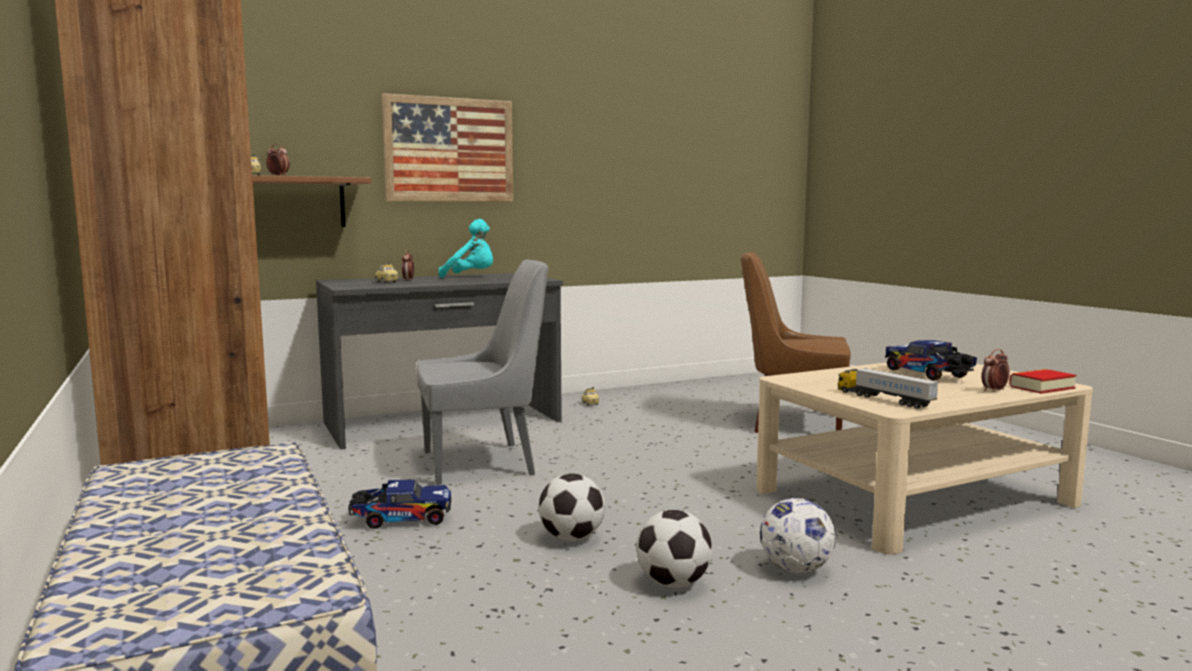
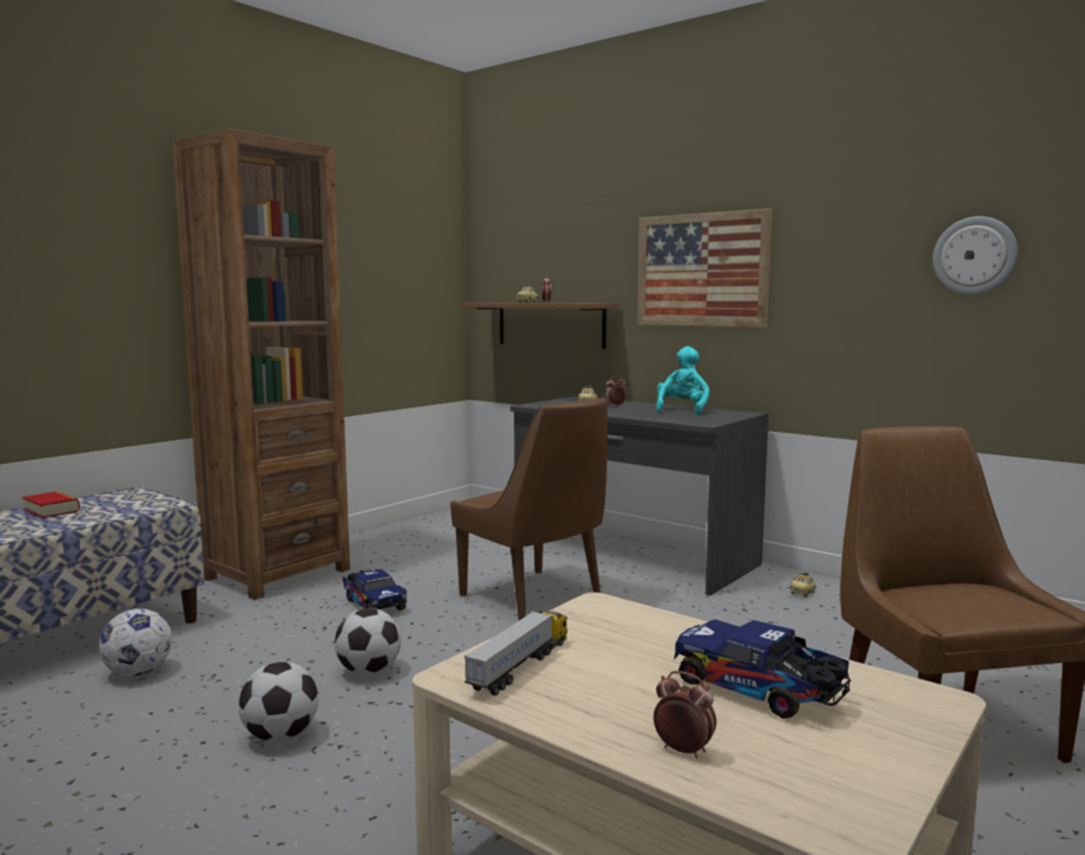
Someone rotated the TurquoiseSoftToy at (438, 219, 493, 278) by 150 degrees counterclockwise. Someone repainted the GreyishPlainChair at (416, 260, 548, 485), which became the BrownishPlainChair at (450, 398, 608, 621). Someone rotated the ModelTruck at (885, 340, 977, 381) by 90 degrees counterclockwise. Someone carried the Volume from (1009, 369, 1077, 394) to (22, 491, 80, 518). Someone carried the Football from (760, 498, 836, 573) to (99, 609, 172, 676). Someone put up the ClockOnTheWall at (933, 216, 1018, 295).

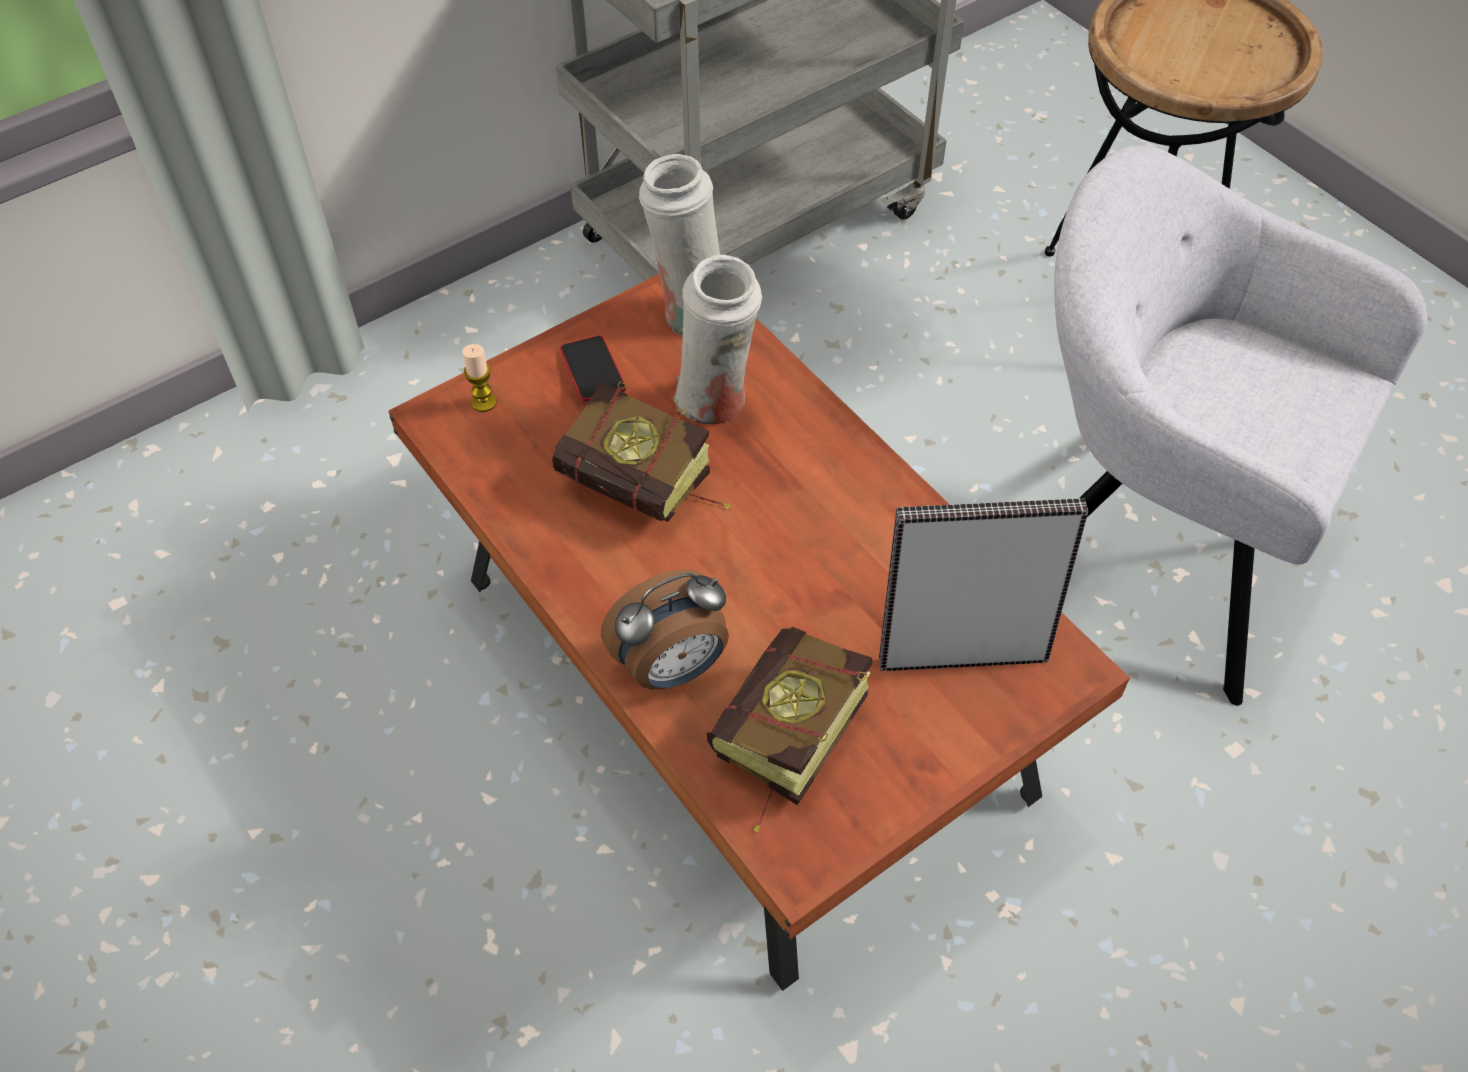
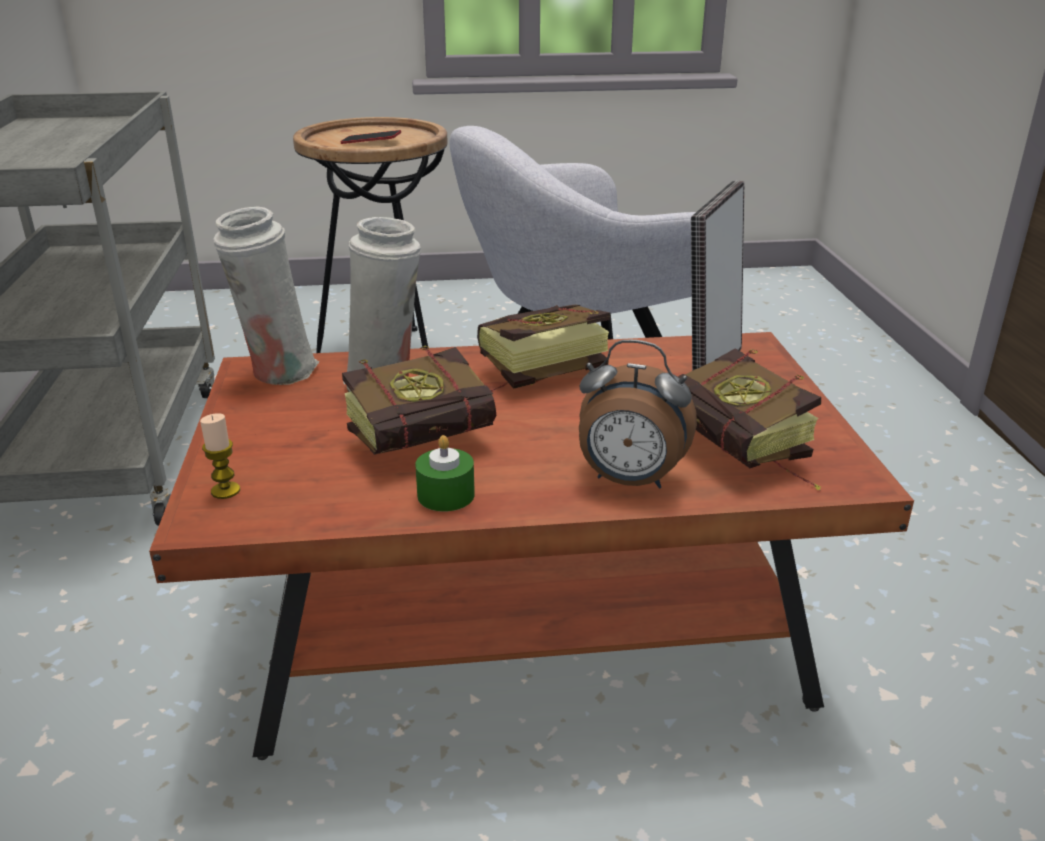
Someone carried the Phone from (560, 336, 626, 402) to (340, 130, 401, 144). Someone rotated the TableClock at (601, 569, 729, 689) by 105 degrees clockwise. Someone put down the Volume at (477, 305, 610, 391). Someone put down the GreenCandle at (415, 435, 475, 512).

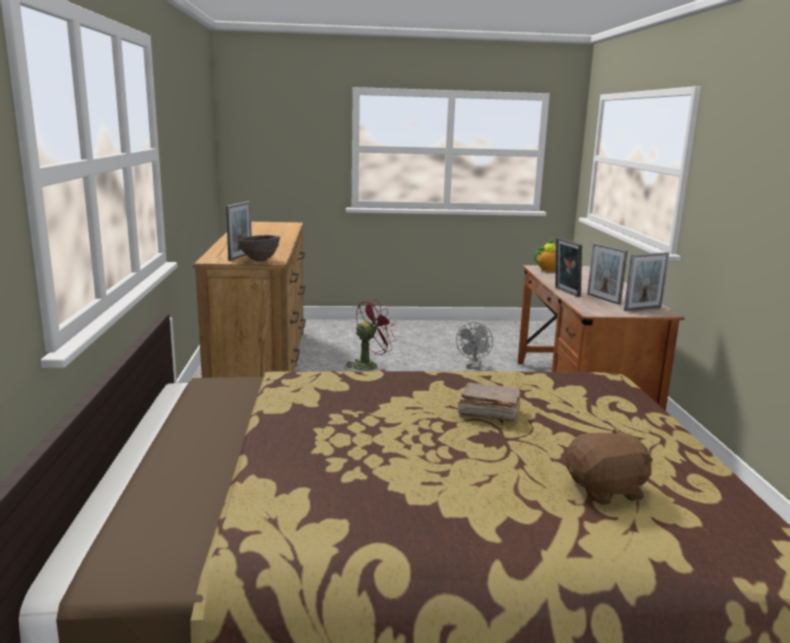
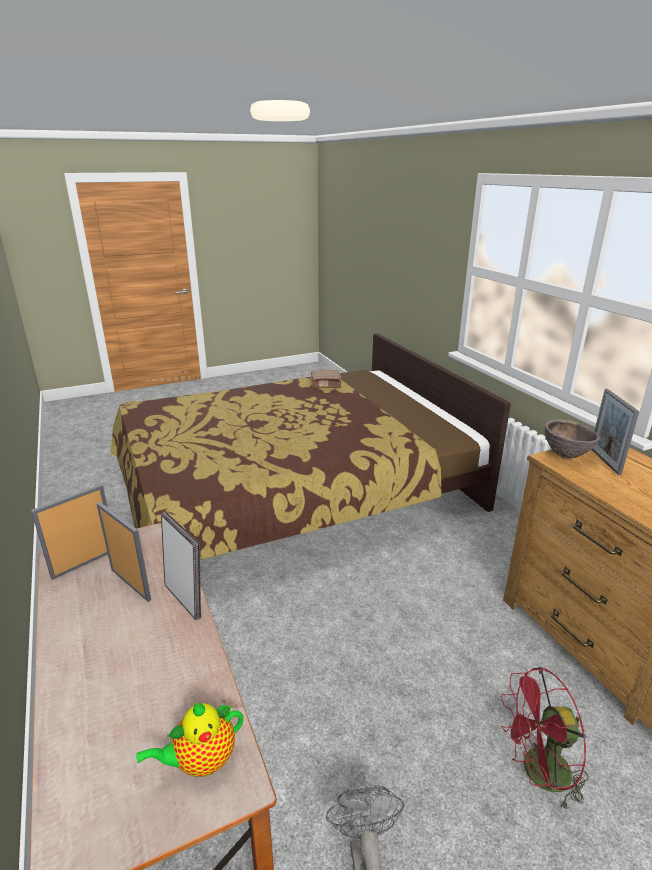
Someone rotated the ReddishCoolingFan at (344, 300, 397, 371) by 45 degrees clockwise. Someone carried the BrownishVolume from (458, 382, 521, 421) to (311, 370, 342, 388). Someone took away the BrownishSoftToy at (566, 428, 653, 505).

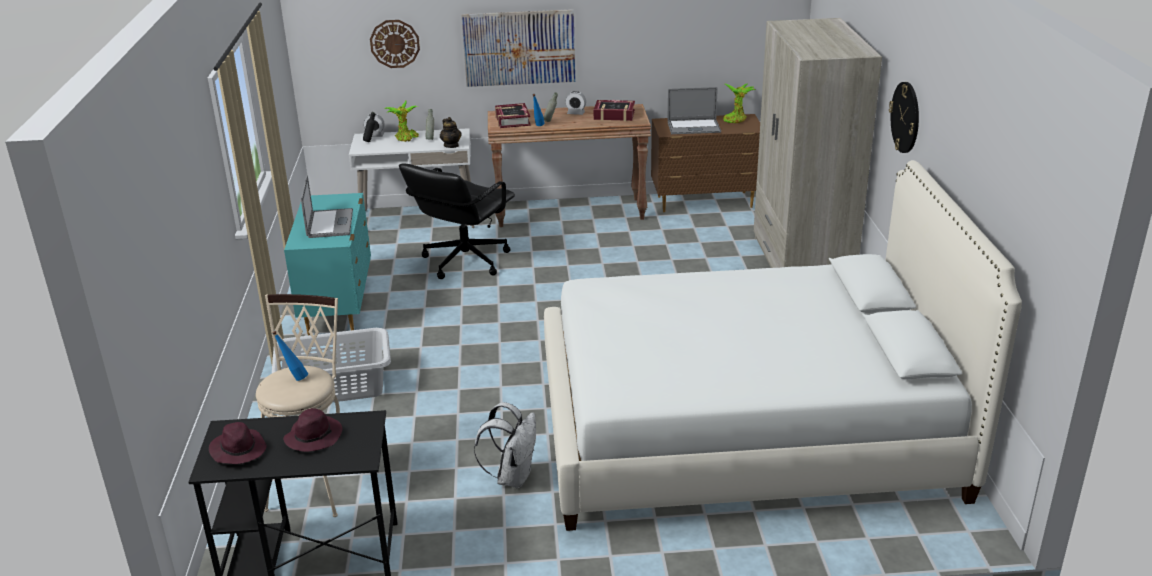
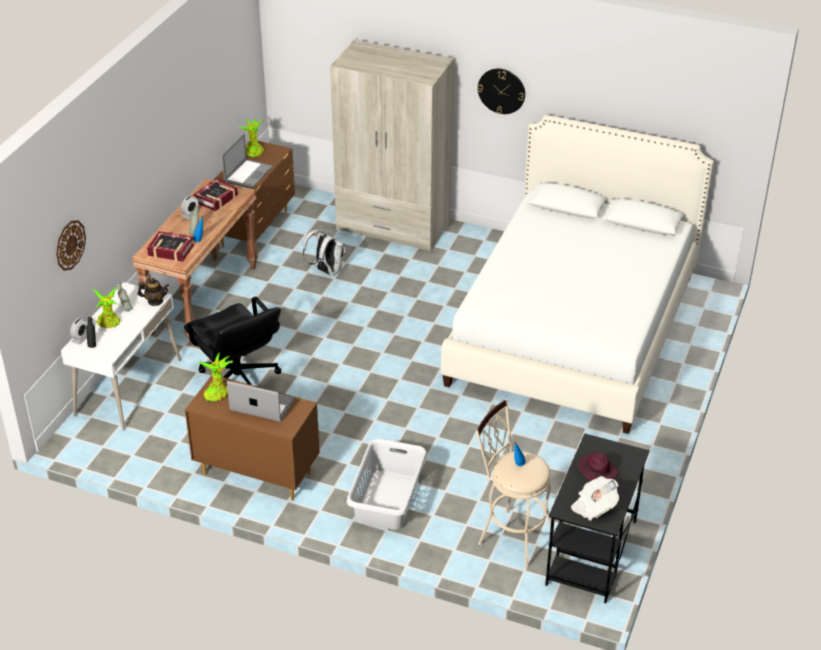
Someone took away the WallPicture at (461, 9, 575, 87). Someone repainted the TurquoiseDresser at (284, 193, 371, 336), which became the BrownishDresser at (185, 375, 320, 501). Someone carried the WhitishKnapsack from (474, 402, 536, 488) to (303, 229, 346, 276). Someone swapped the PurpleHat at (209, 422, 267, 464) for the Newspaper at (571, 476, 619, 521). Someone put down the Houseplant at (197, 352, 234, 401).

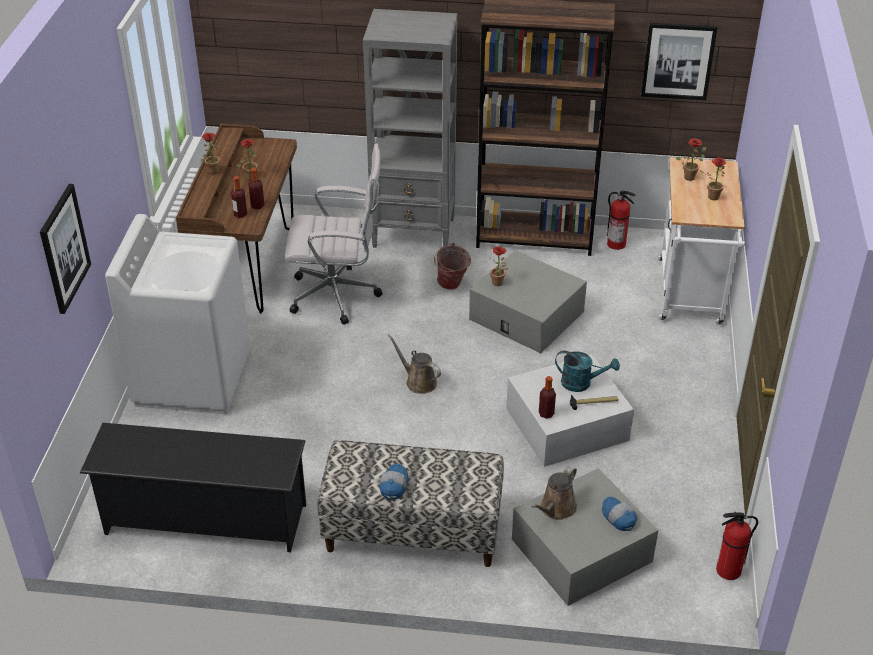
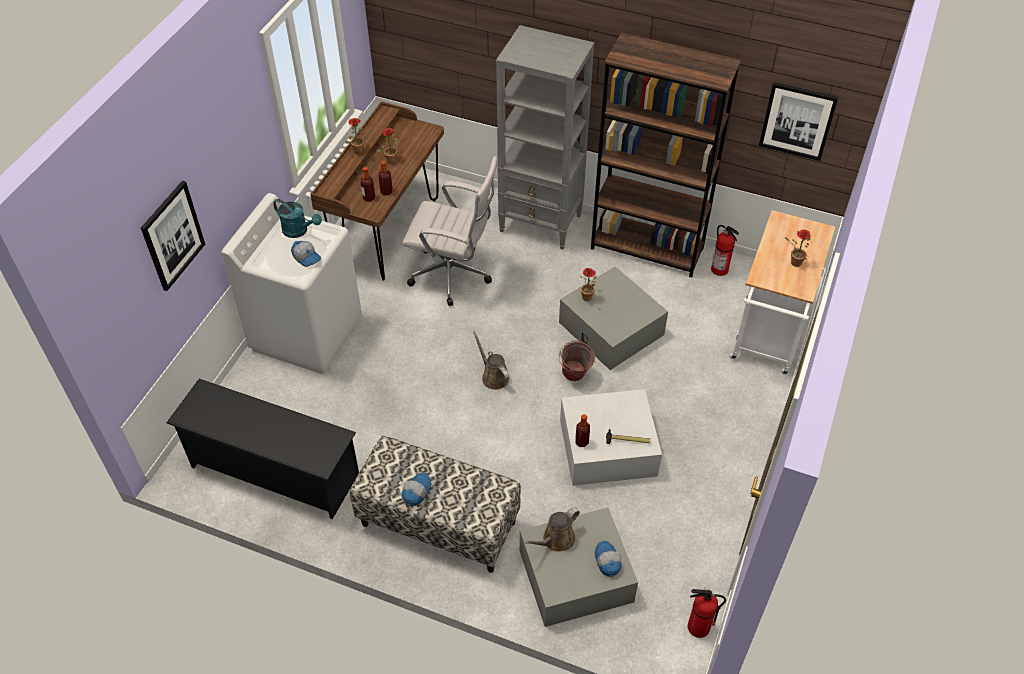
Someone took away the Houseplant at (676, 139, 706, 181). Someone carried the Pail from (434, 243, 471, 290) to (559, 340, 595, 381). Someone carried the TurquoiseWateringPot from (555, 351, 620, 392) to (273, 199, 322, 238). Someone put down the BaseballCap at (291, 241, 321, 267).

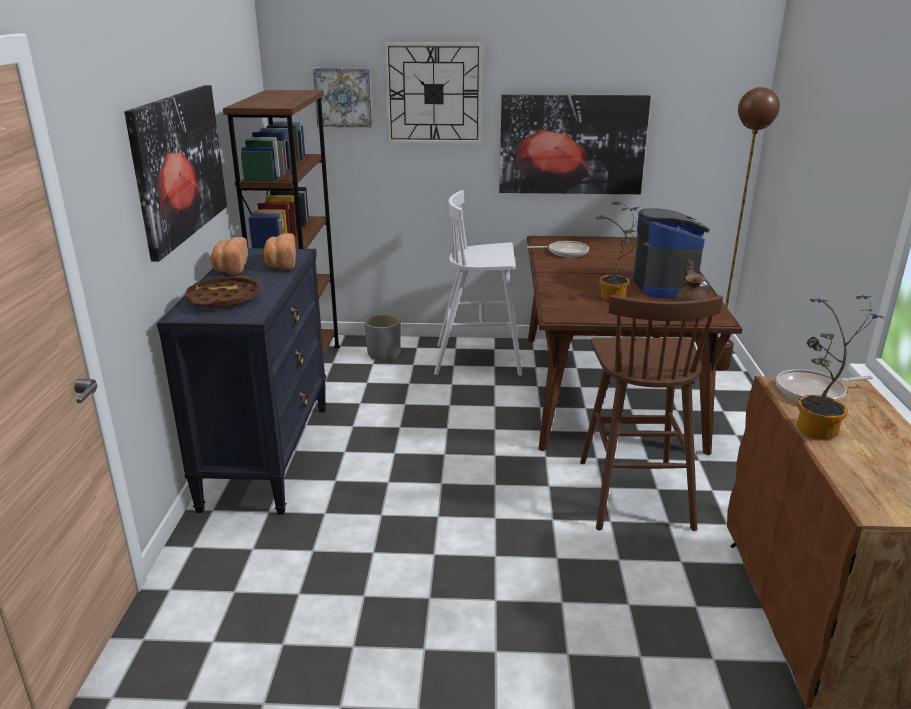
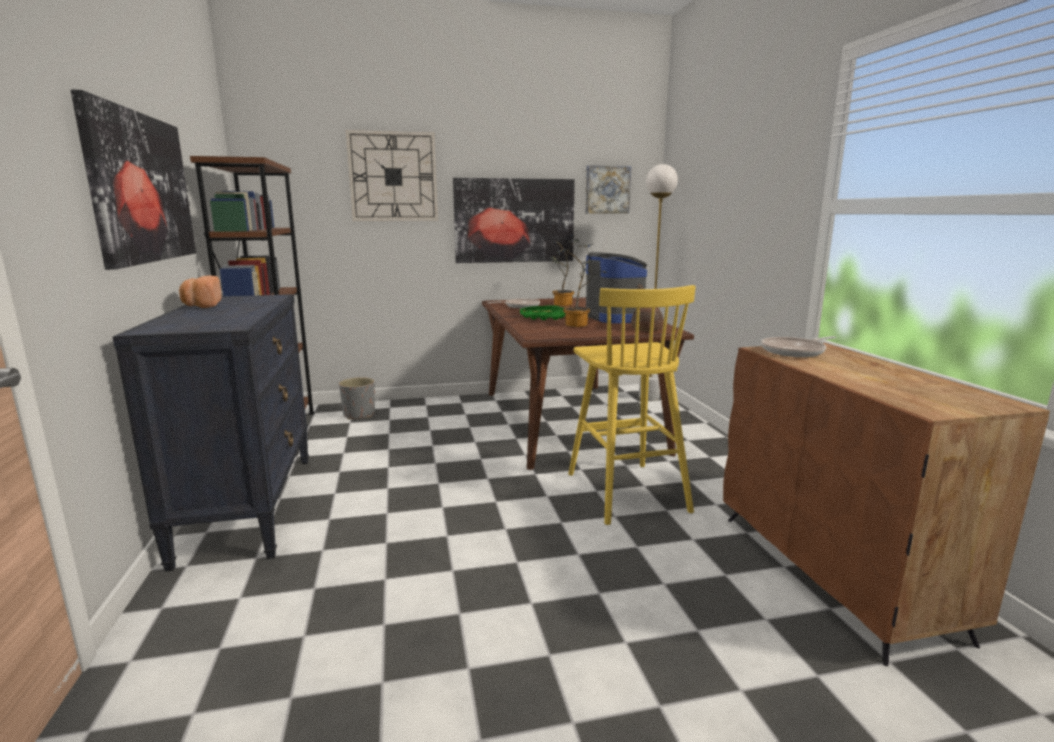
Someone carried the WallPicture from (313, 68, 372, 127) to (585, 165, 631, 213). Someone repainted the BrownishStandingLamp at (716, 87, 780, 371), which became the WhitishStandingLamp at (639, 164, 678, 401). Someone took away the WhitishStool at (434, 191, 522, 376). Someone took away the BakeryBread at (264, 233, 296, 270). Someone took away the BrownishTray at (185, 275, 260, 308). Someone repainted the BrownishStool at (580, 295, 723, 531), which became the YellowColouredStool at (568, 285, 696, 525). Someone carried the Houseplant from (797, 295, 884, 439) to (550, 235, 579, 306). Someone put down the GreenTray at (520, 305, 565, 320).

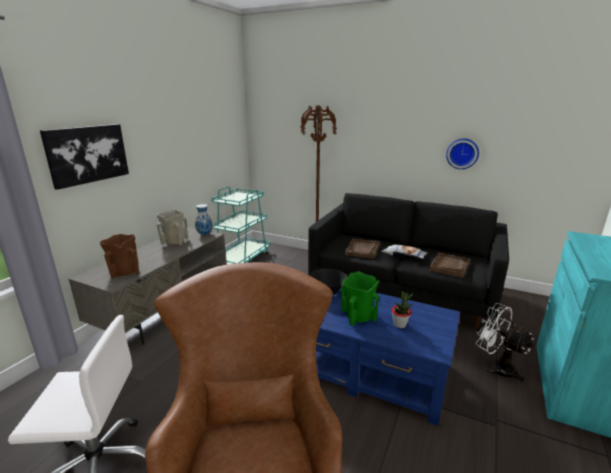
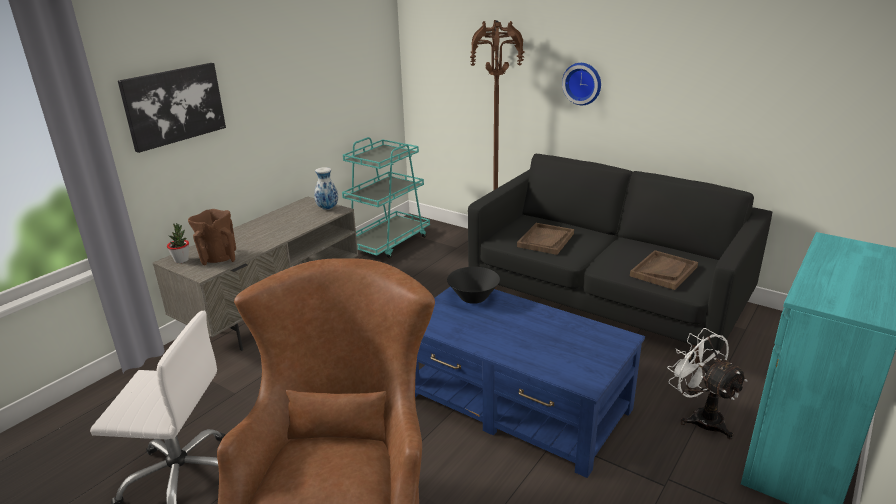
Someone carried the ClockOnTheWall from (446, 138, 479, 169) to (562, 63, 601, 105). Someone took away the BeigeFlowerVase at (157, 210, 188, 245). Someone took away the Pillow at (381, 245, 428, 259). Someone took away the GreenFlowerVase at (341, 271, 379, 326). Someone carried the Houseplant from (391, 291, 413, 328) to (167, 223, 189, 263).

